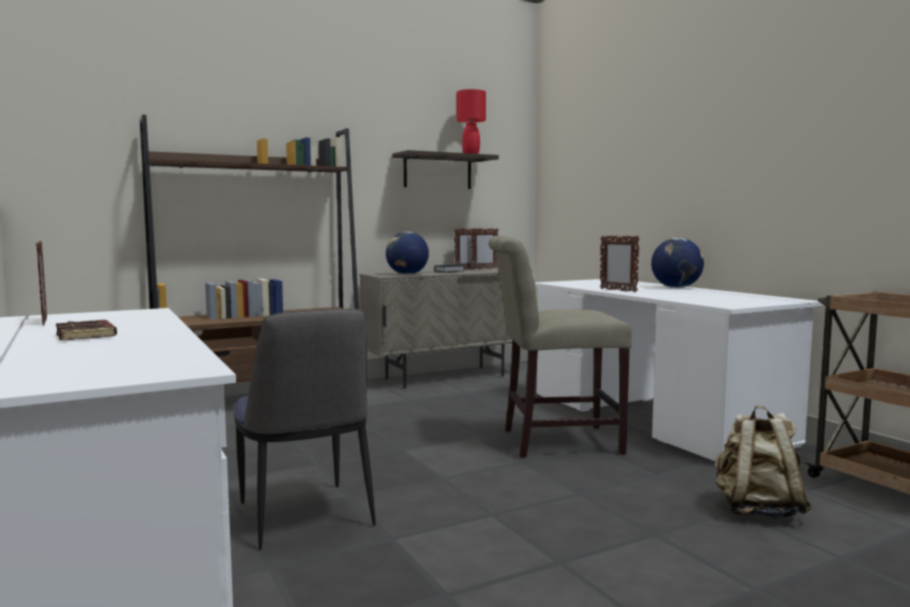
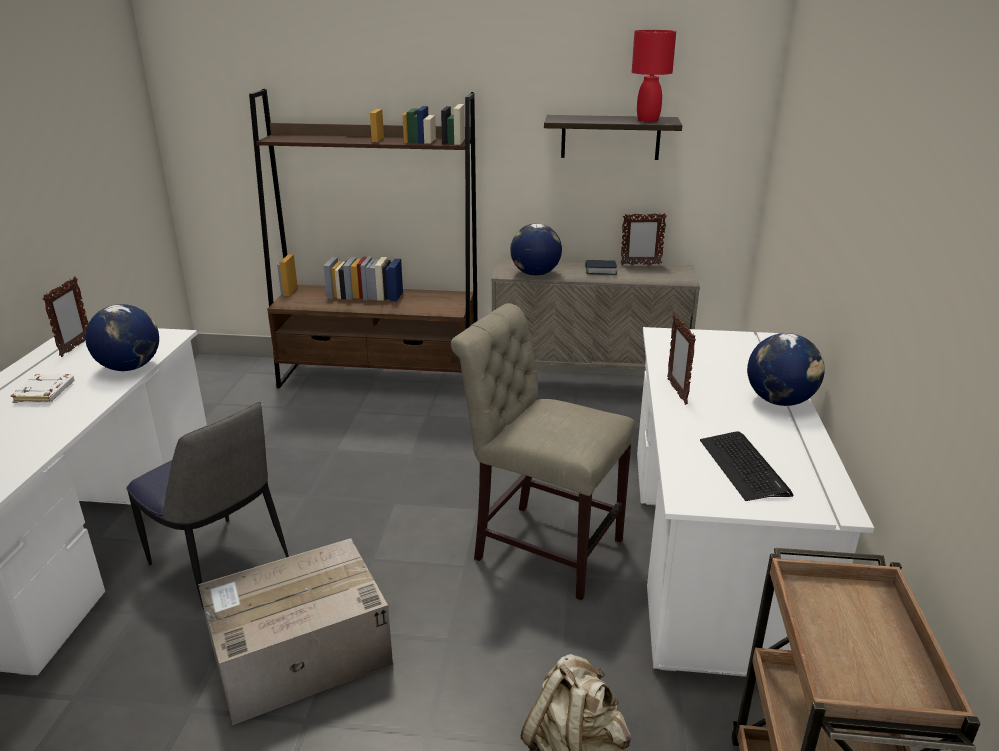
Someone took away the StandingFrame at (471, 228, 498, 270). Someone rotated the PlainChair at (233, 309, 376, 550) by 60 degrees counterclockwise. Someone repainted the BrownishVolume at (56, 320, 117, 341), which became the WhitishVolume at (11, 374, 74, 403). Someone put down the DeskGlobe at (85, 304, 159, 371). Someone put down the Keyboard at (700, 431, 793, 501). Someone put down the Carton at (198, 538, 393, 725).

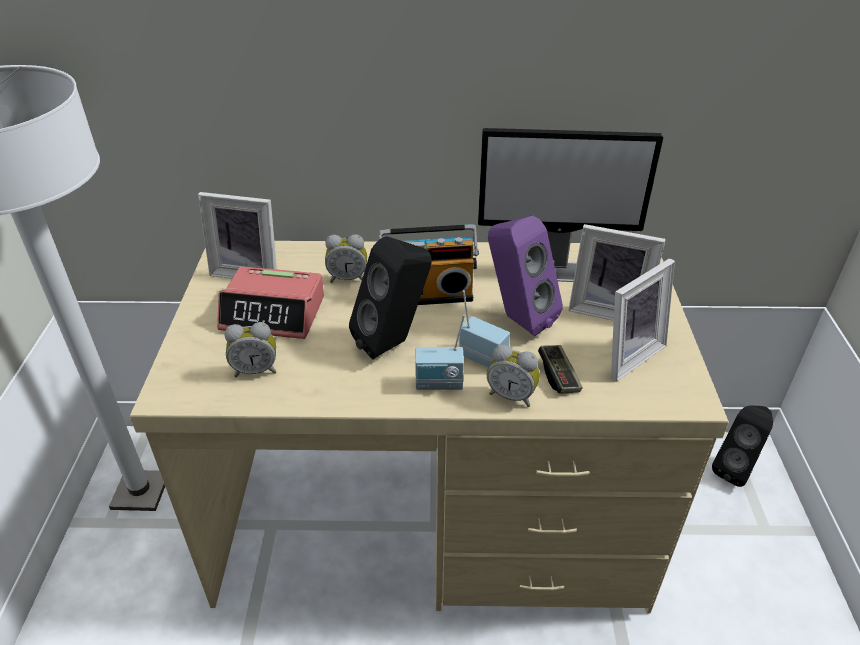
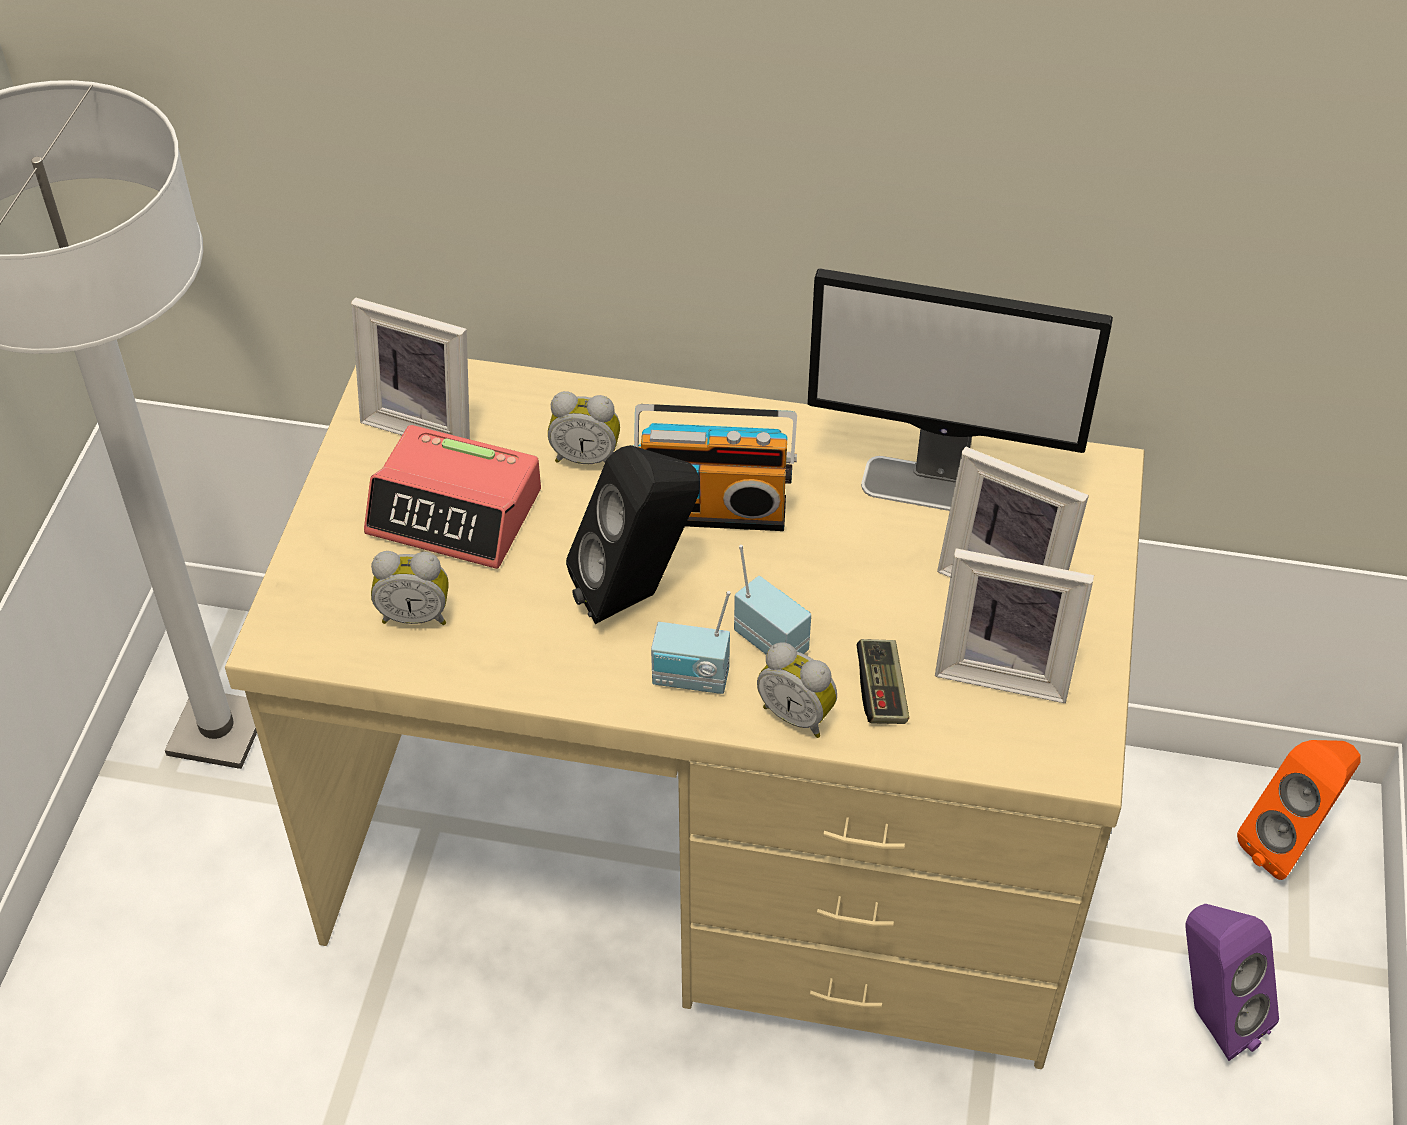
Someone carried the PurpleLoudspeaker from (488, 216, 563, 336) to (1186, 904, 1279, 1061). Someone rotated the StandingFrame at (611, 258, 675, 382) by 45 degrees clockwise. Someone repainted the BlackColouredLoudspeaker at (712, 405, 773, 487), which became the OrangeColouredLoudspeaker at (1237, 740, 1361, 880).

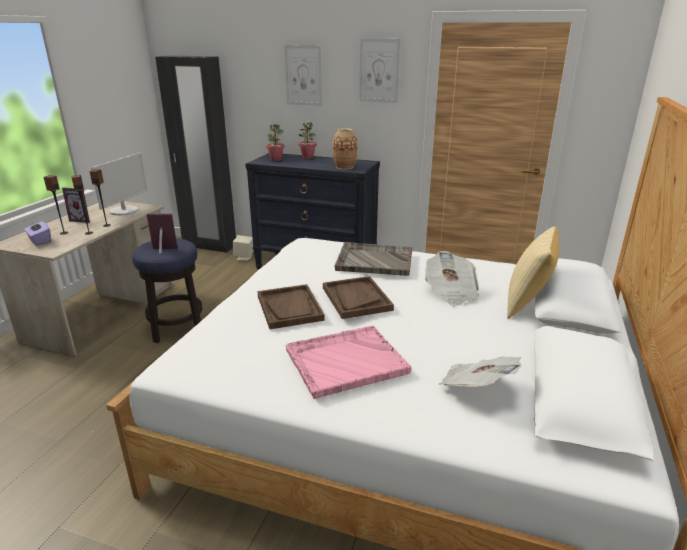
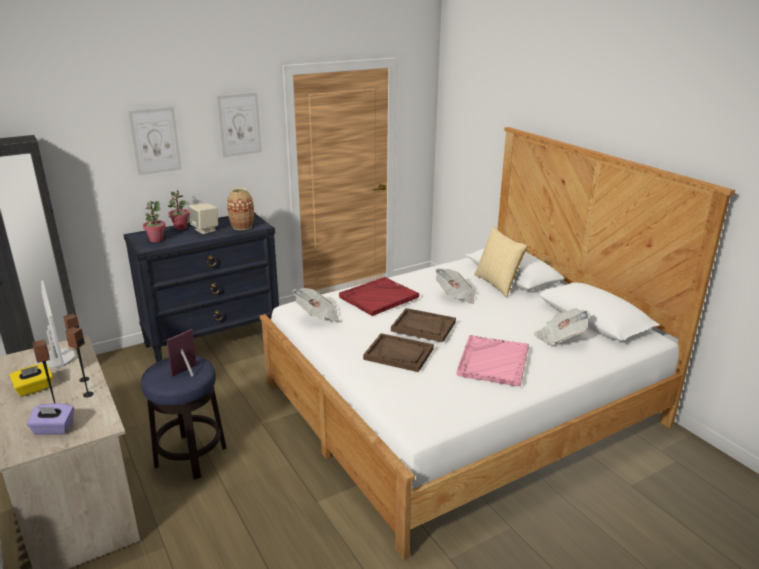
Someone swapped the StandingFrame at (62, 187, 90, 223) for the YellowColouredBoxOfTissues at (9, 363, 53, 397). Someone carried the BeigeLoudspeaker from (233, 236, 253, 261) to (189, 203, 218, 234). Someone repainted the GreyishTray at (334, 242, 412, 276), which became the ReddishTray at (339, 277, 419, 316). Someone put down the Newspaper at (292, 288, 339, 321).

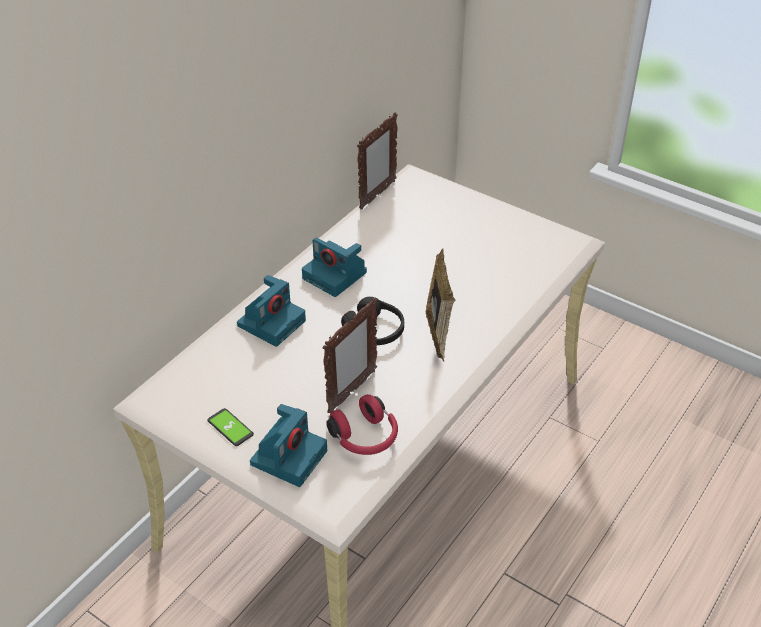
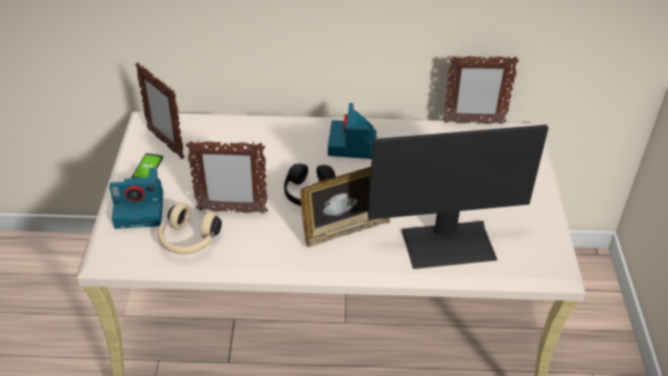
Someone took away the PhotoCamera at (237, 275, 306, 347). Someone repainted the ReddishPairOfHeadphones at (327, 394, 398, 455), which became the BeigePairOfHeadphones at (158, 202, 222, 254). Someone put down the StandingFrame at (135, 63, 185, 159). Someone put down the Monitor at (368, 125, 548, 269).

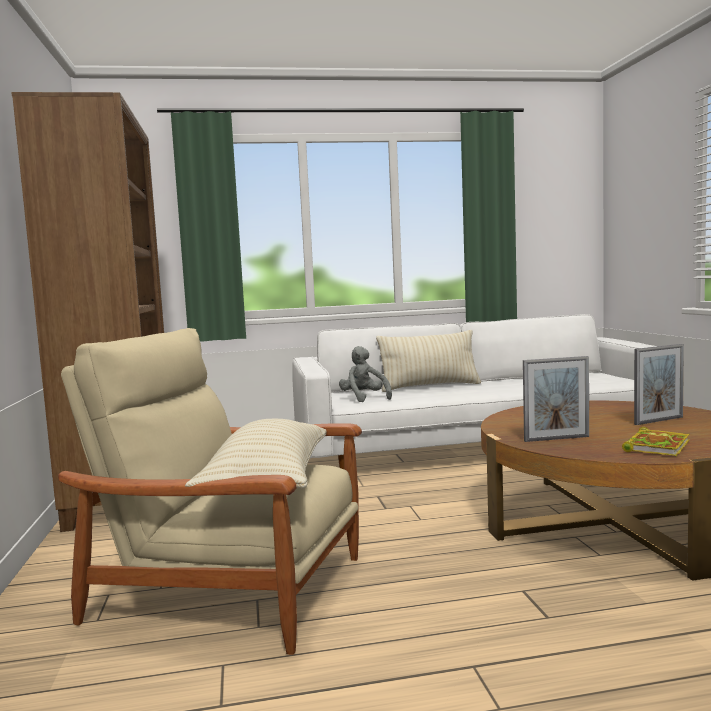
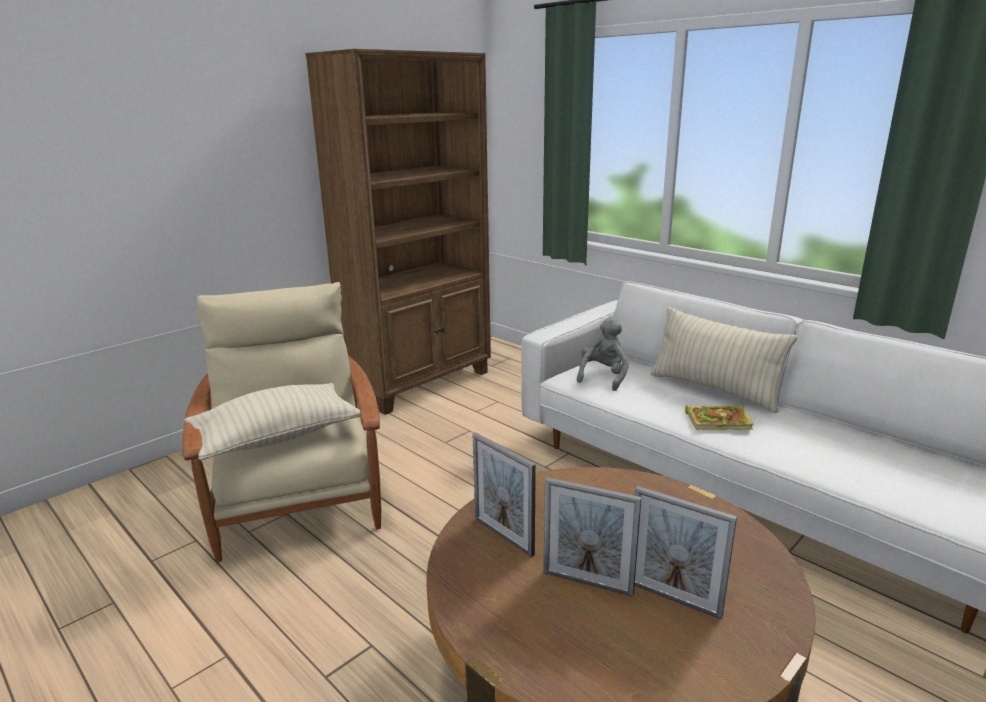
Someone carried the Volume from (622, 427, 690, 456) to (685, 405, 754, 430). Someone put down the StandingFrame at (543, 477, 642, 597).

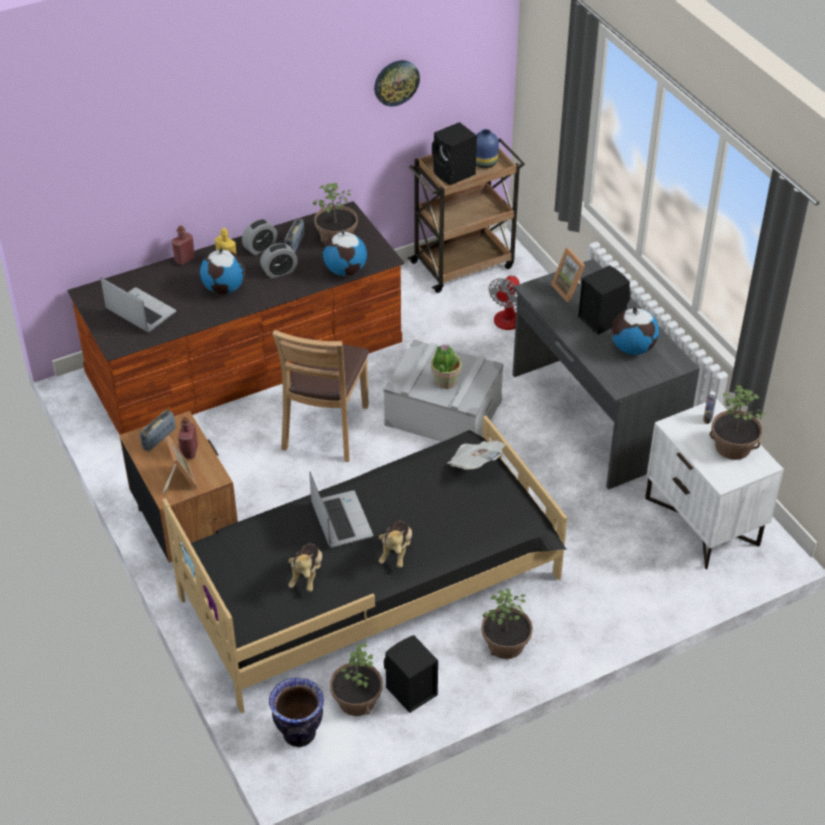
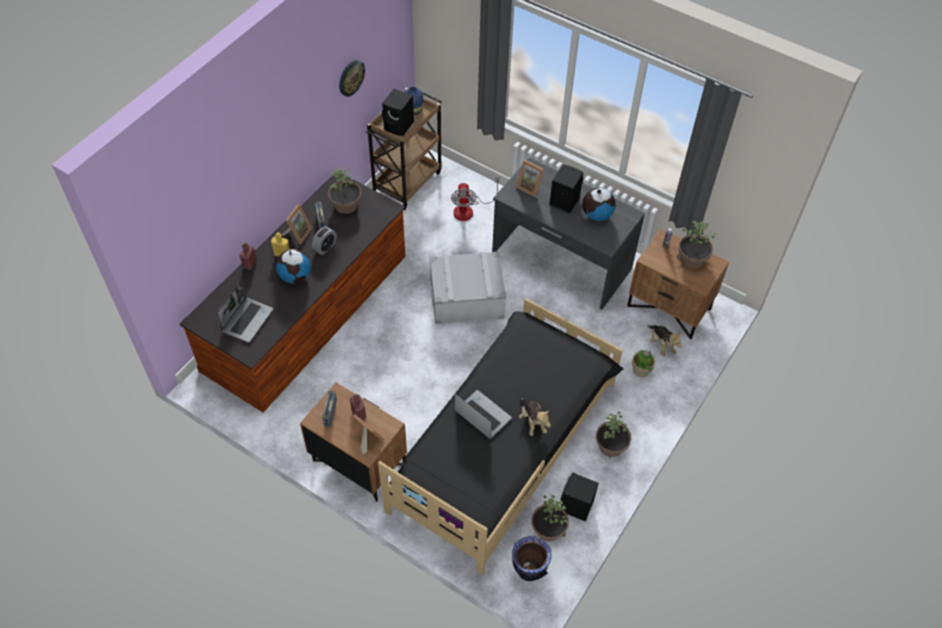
Someone swapped the TableClock at (242, 219, 277, 255) for the StandingFrame at (282, 204, 312, 244). Someone took away the DeskGlobe at (323, 230, 367, 276). Someone rotated the Laptop at (101, 277, 176, 332) by 105 degrees clockwise. Someone took away the BrownishPlainChair at (272, 330, 369, 462). Someone carried the Houseplant from (431, 344, 462, 389) to (632, 350, 655, 377). Someone repainted the WhitishBedsideTable at (645, 399, 784, 569), which became the BrownishBedsideTable at (627, 229, 729, 340). Someone took away the Newspaper at (447, 440, 506, 470). Someone carried the SoftToy from (288, 543, 322, 592) to (648, 325, 682, 357).

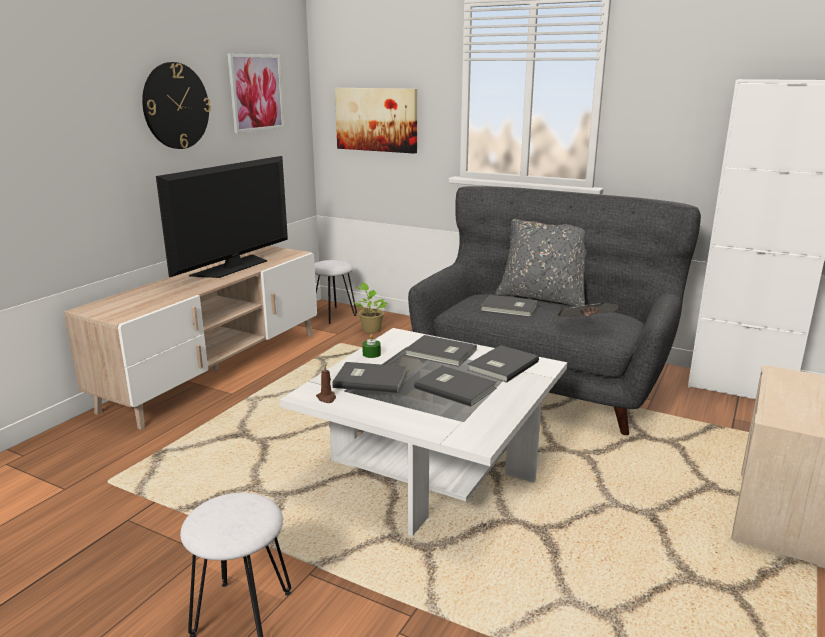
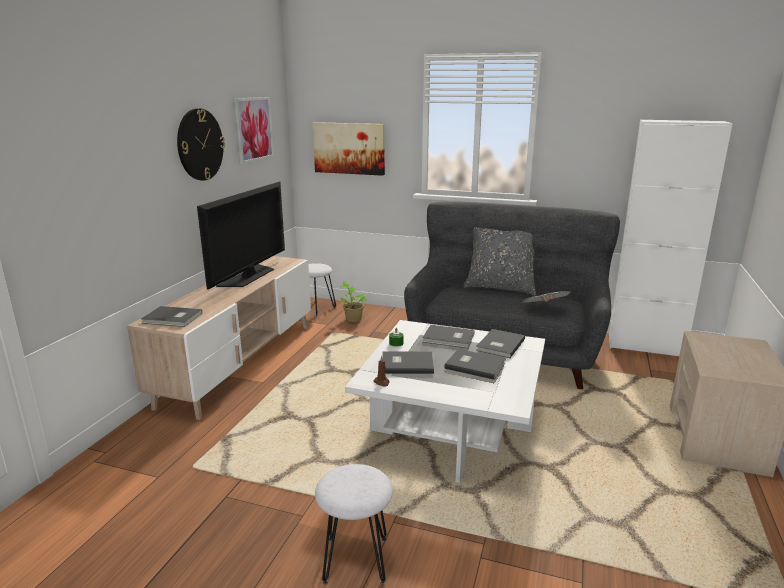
Someone carried the GreyishVolume from (480, 295, 538, 317) to (141, 306, 202, 327).

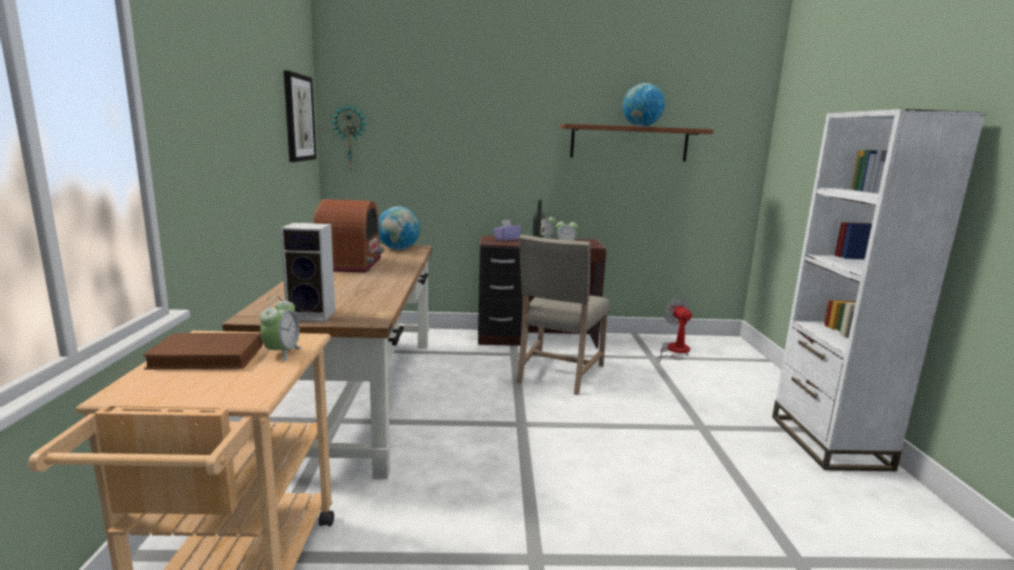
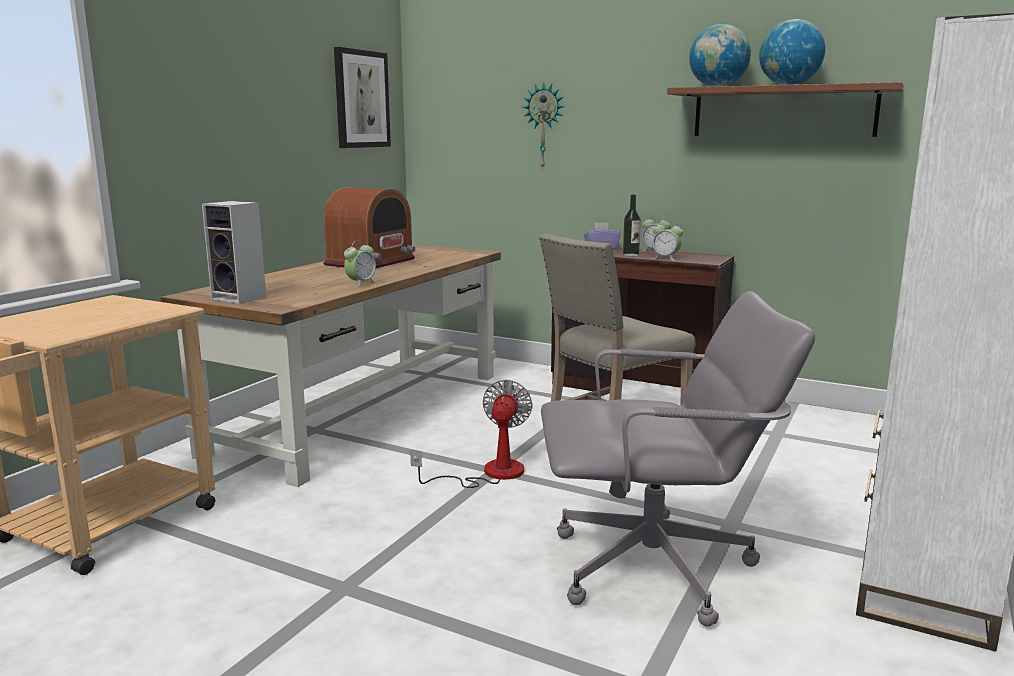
Someone carried the ClockOnTheWall from (331, 103, 368, 171) to (523, 82, 565, 170). Someone carried the DeskGlobe from (379, 206, 420, 250) to (689, 24, 751, 87). Someone carried the TableClock from (260, 296, 302, 362) to (344, 241, 377, 287). Someone carried the CoolingFan from (657, 297, 692, 362) to (410, 380, 533, 488). Someone took away the BrownishVolume at (142, 333, 263, 369). Someone put down the GreyishOfficeChair at (541, 291, 815, 627).

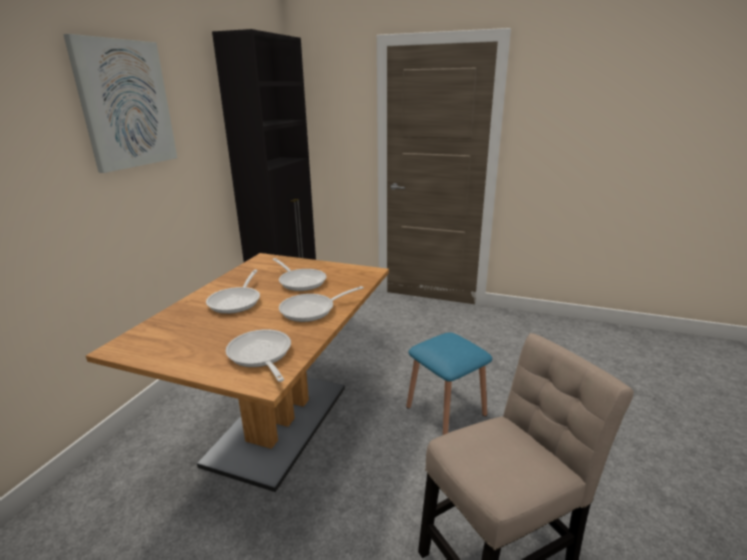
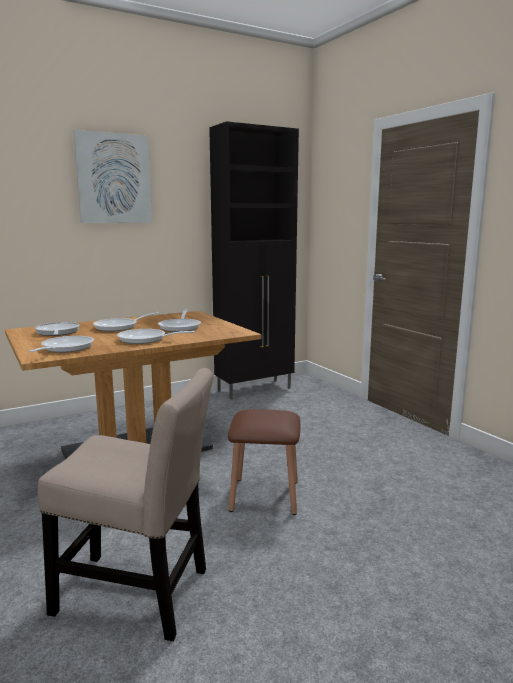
Someone repainted the BluishStool at (406, 332, 492, 435), which became the BrownishStool at (228, 409, 300, 515). Someone put down the Pan at (35, 322, 79, 336).

